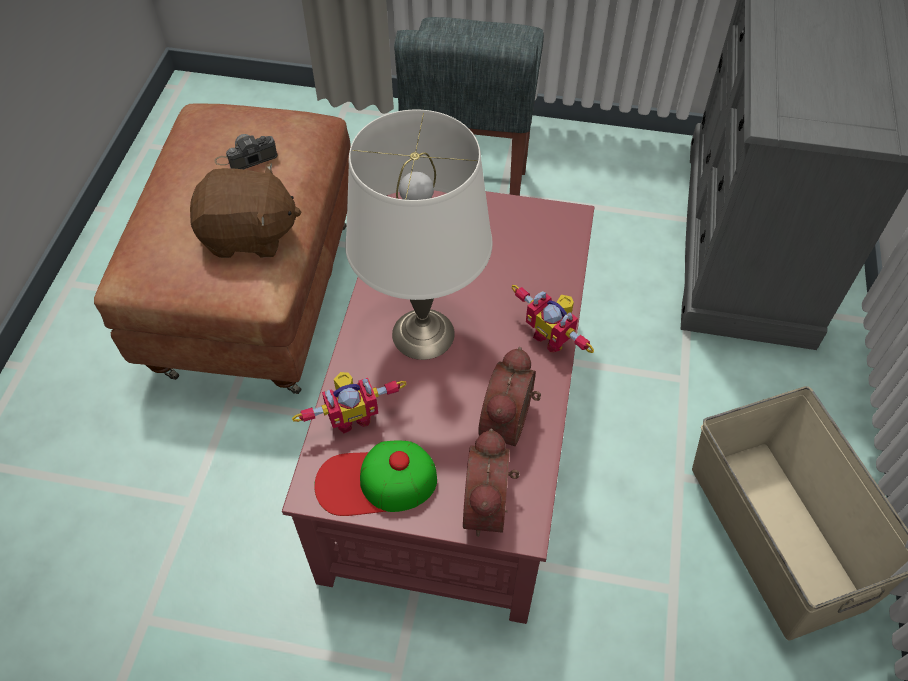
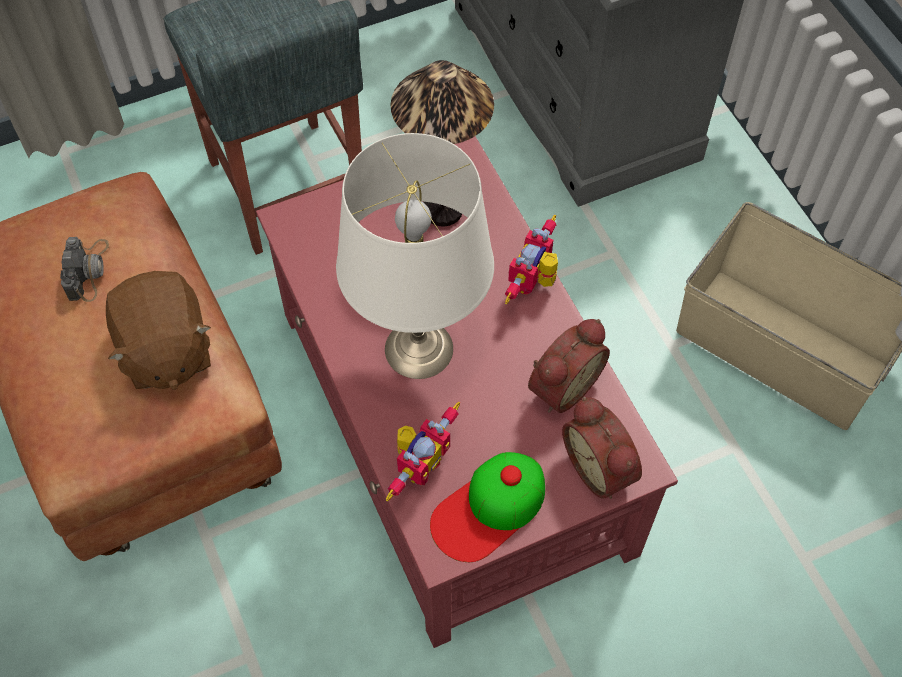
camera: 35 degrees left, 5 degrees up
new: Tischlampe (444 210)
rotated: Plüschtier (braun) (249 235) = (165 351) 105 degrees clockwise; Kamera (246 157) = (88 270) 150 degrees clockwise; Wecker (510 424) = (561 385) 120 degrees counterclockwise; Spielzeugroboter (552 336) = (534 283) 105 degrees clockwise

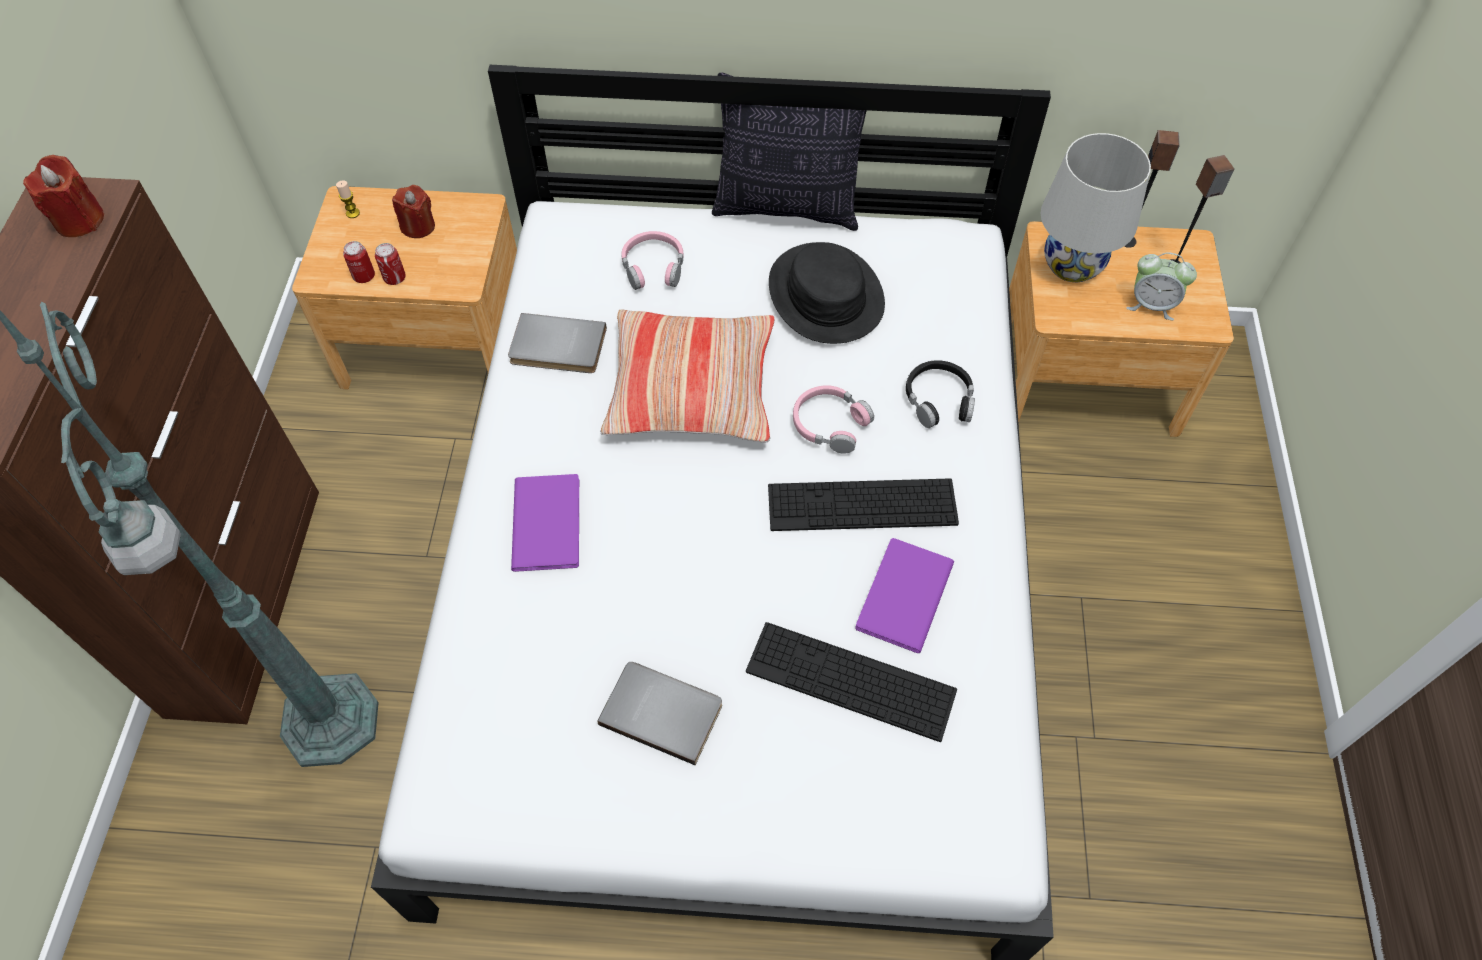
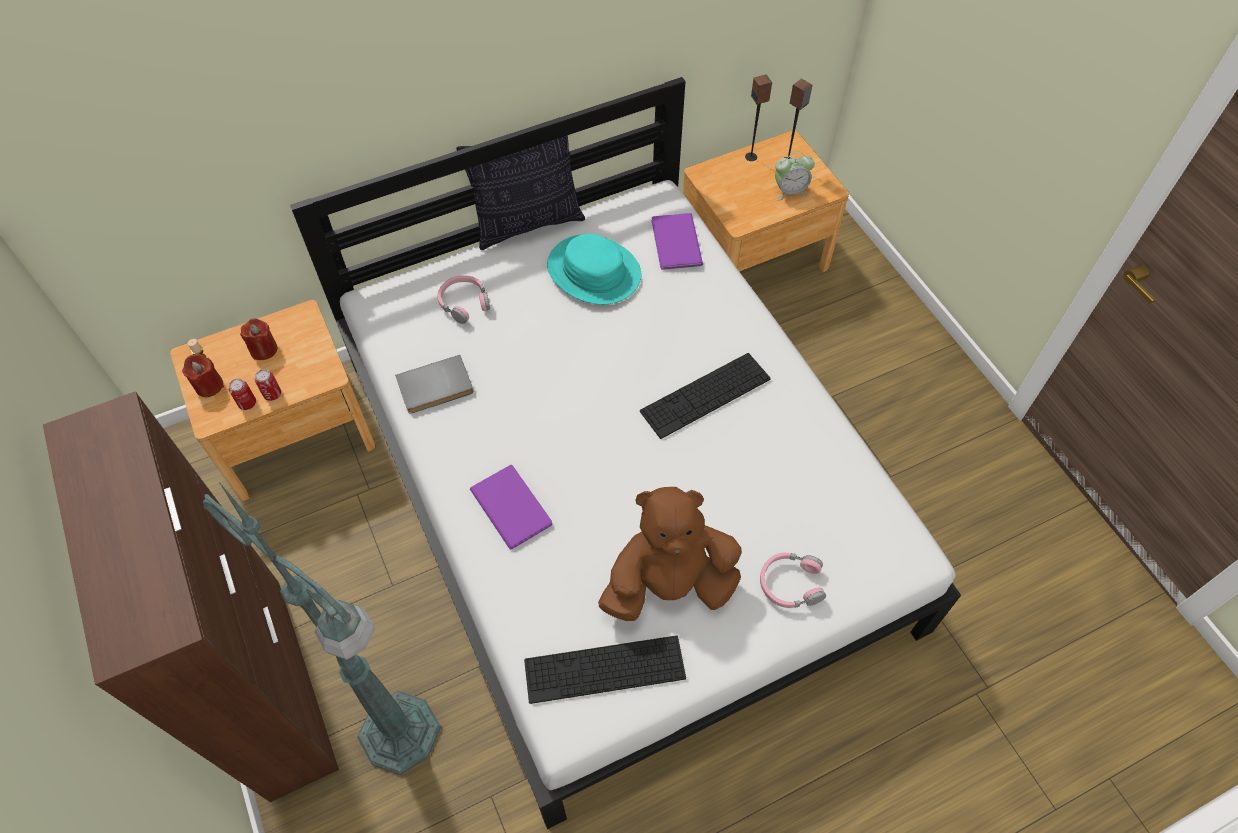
camera: 30 degrees left, 0 degrees up
gone: Kissen (691 388); Kopfhörer (schwarz) (939 399); Tischlampe (weiß) (1072 265)
shifted: Kerze (rot) (79 220) to (209 385); Tastatur (850 681) to (604 669); Kopfhörer (rosa) (829 424) to (790 584); Buch (lila) (900 597) to (674 244)
swapped: Buch (grau) (663 710) to Plüschtier (braun) (669 585)
repainted: Hut (schwarz) (825 295) to Hut (türkis) (593 271)

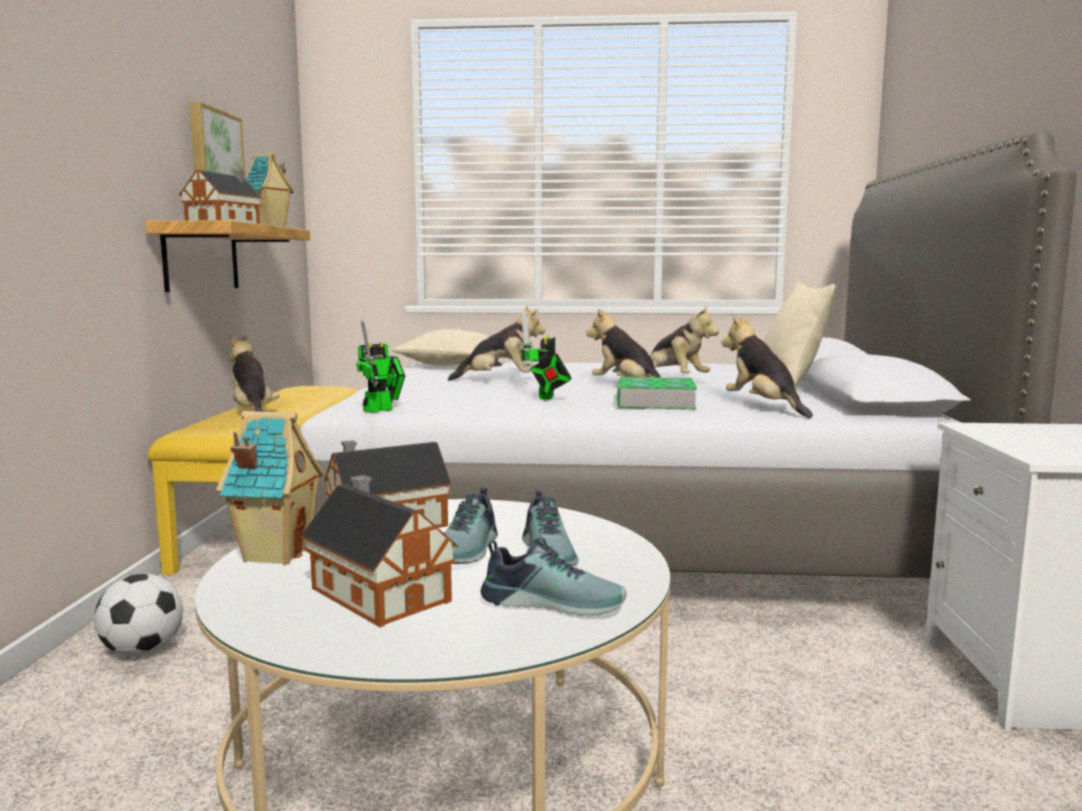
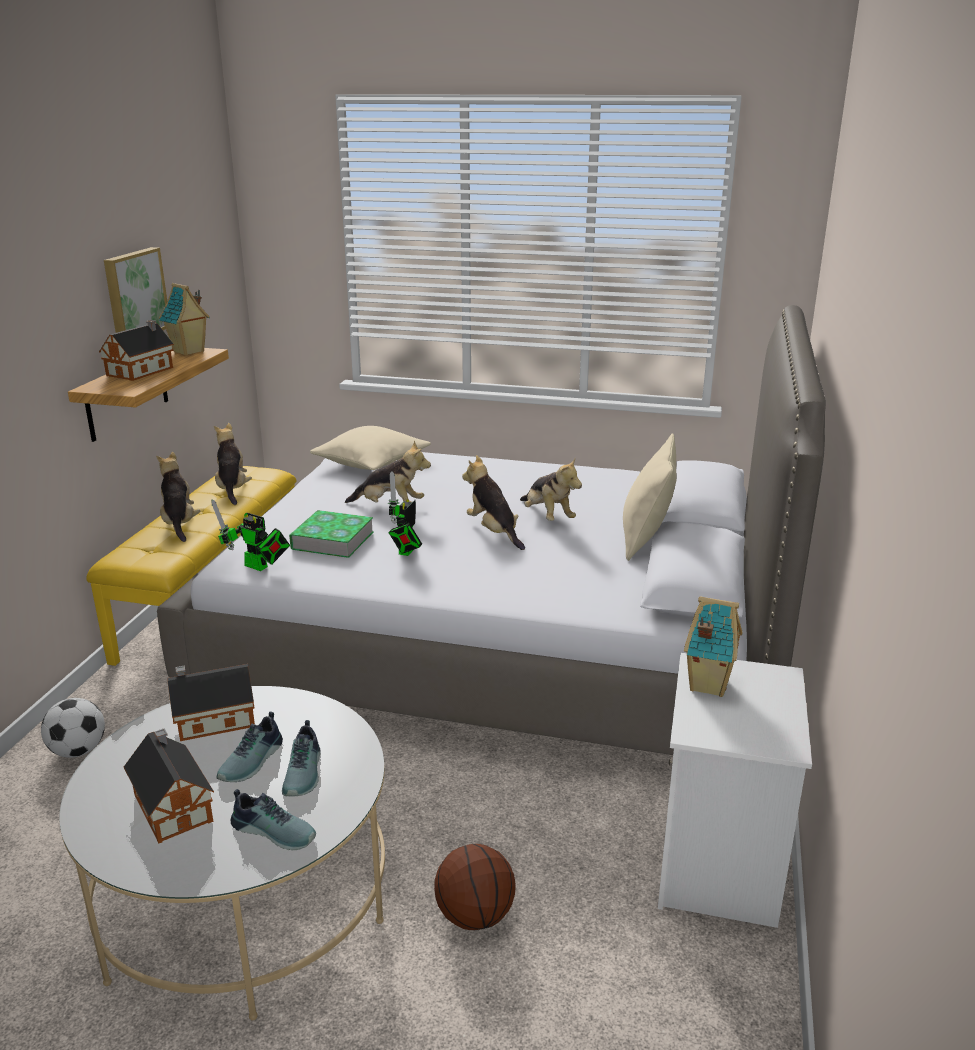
camera: 10 degrees right, 15 degrees up
new: Basketball (475 916)
shifted: Spielzeughaus (275 554) to (707 685); Buch (655 402) to (332 540); Plüschtier (763 407) to (232 489)
rotated: Spielzeugroboter (382 409) = (259 567) 60 degrees clockwise

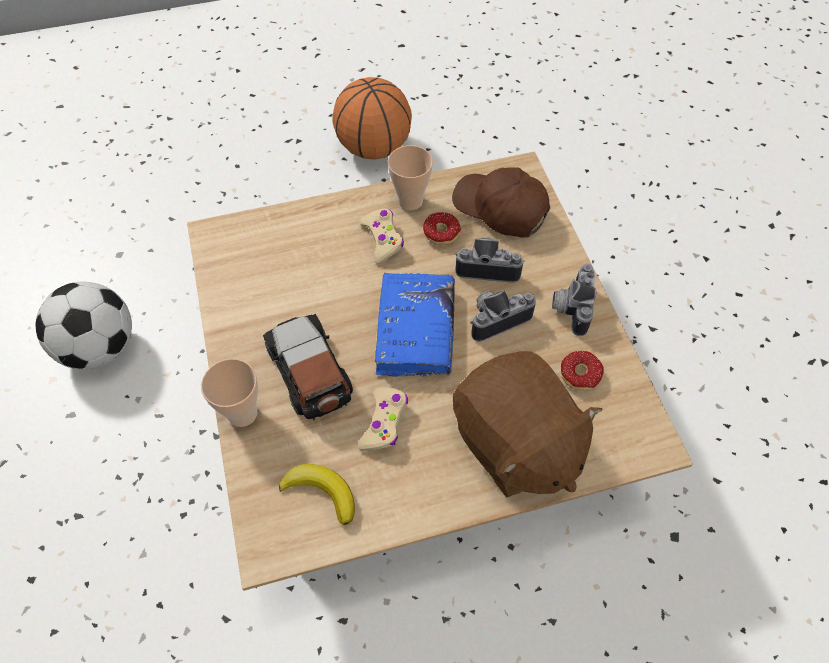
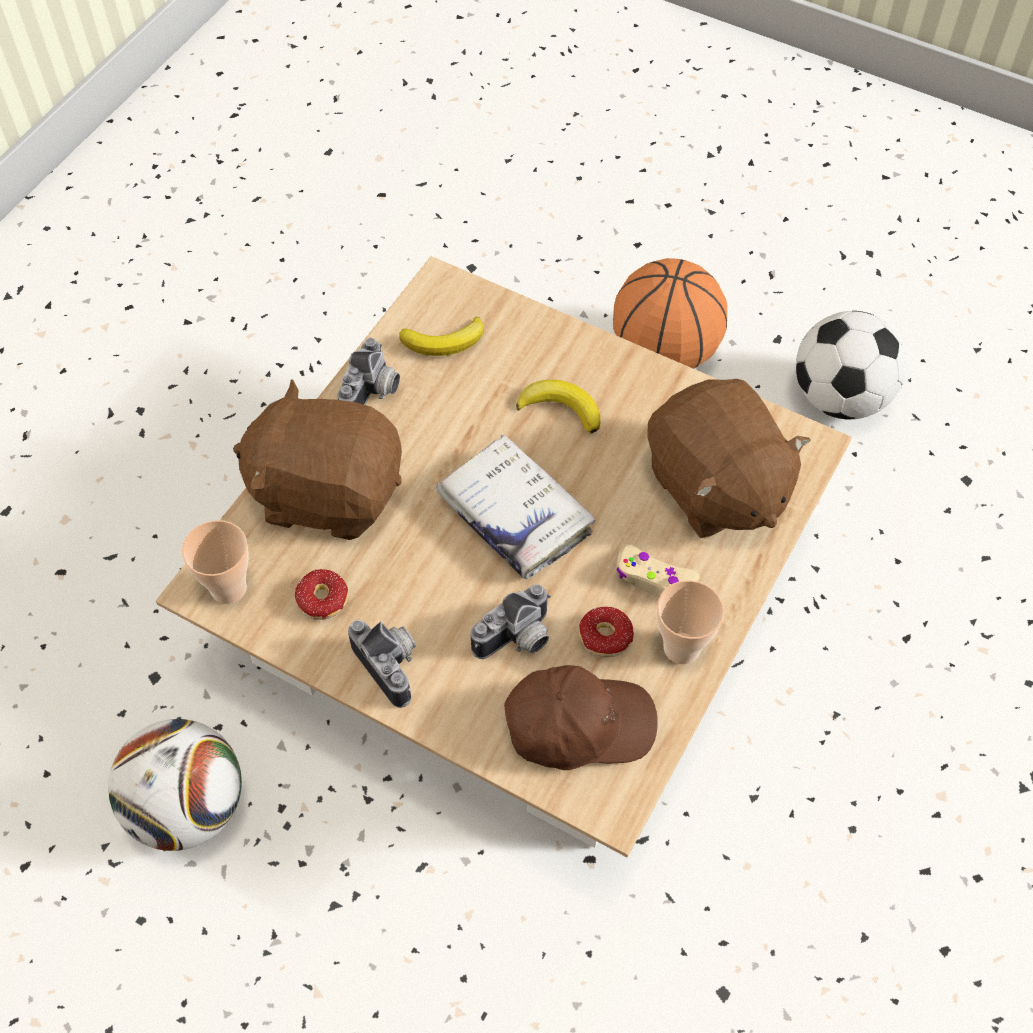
camera: 135 degrees right, 0 degrees up
gone: Gamepad (beige) (384 422)
new: Fußball (188 807); Plüschtier (braun) (715 487)
shifted: Tasse (242 413) to (228 588); Basketball (374 148) to (664 352); Kamera (496 317) to (373 394)
swapped: Spielzeugauto (309 372) to Banane (561 408)
repainted: Buch (blau) (415 331) to Buch (weiß) (514 515)

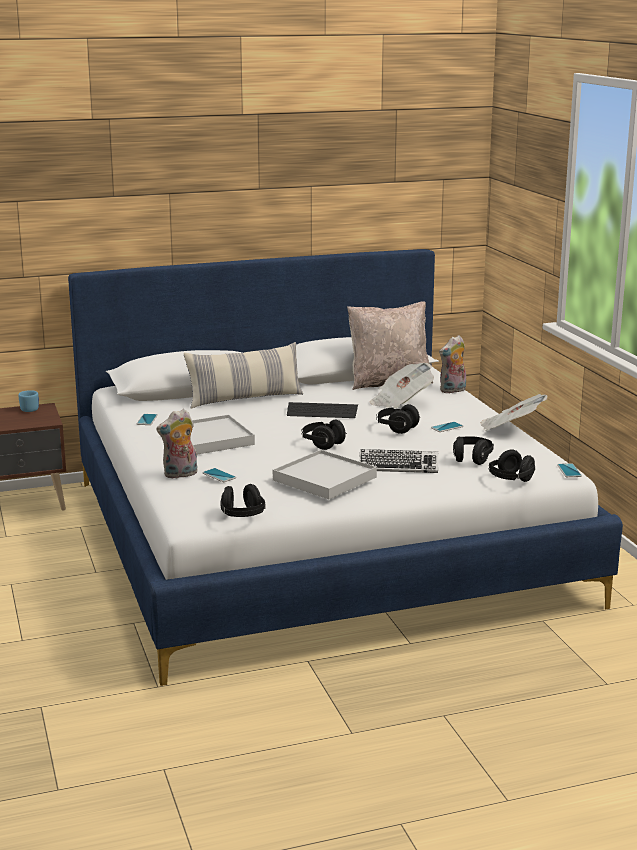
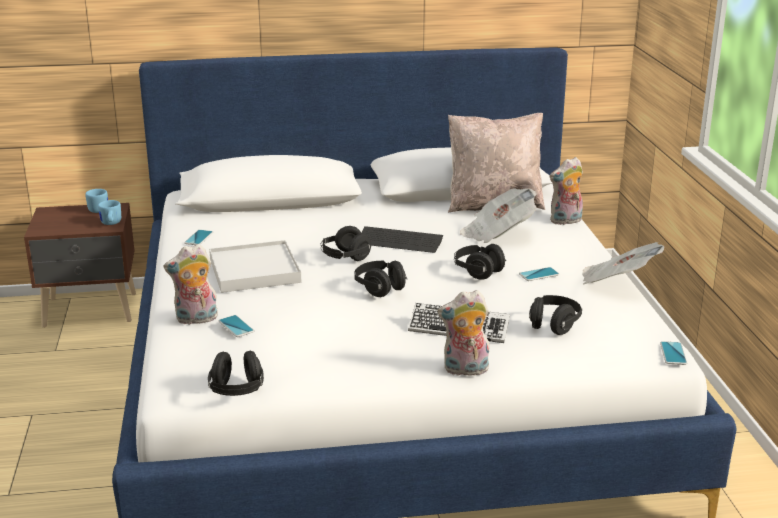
camera: 10 degrees right, 5 degrees up
gone: Kissen (245 399); Tablett (weiß) (325 479)
new: Henkelbecher (blau) (110 224); Plüschtier (465 370)
shifted: Kopfhörer (schwarz) (510 480) to (345 258)

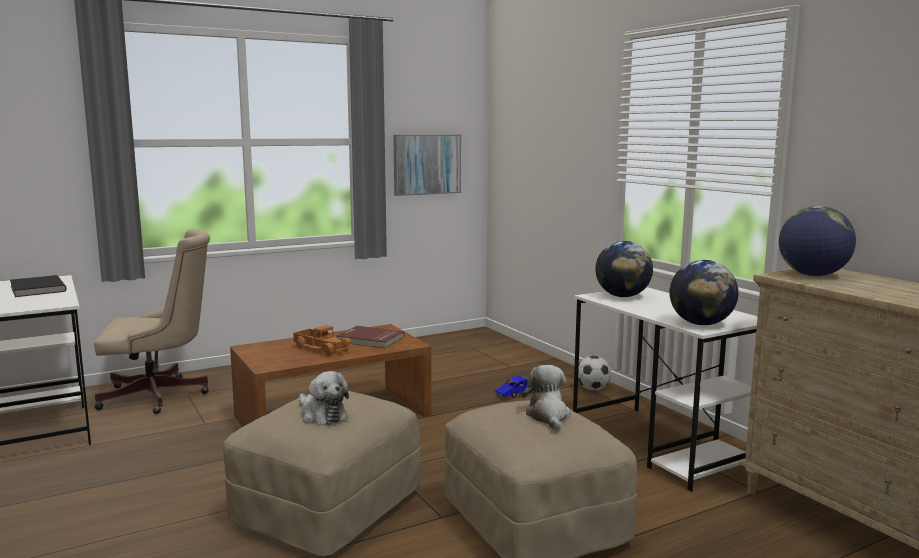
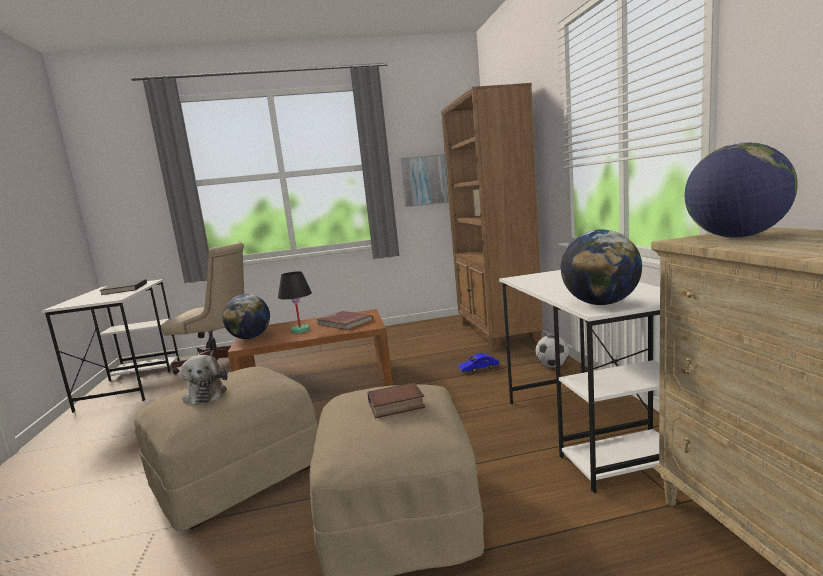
camera: 20 degrees right, 0 degrees up
new: Bücherregal (braun) (497 333)
shifted: Globus (622 296) to (250 337)
swapped: Spielzeuglaster (322 348) to Tischlampe (schwarz) (300 330); Plüschtier (548 416) to Buch (396 406)

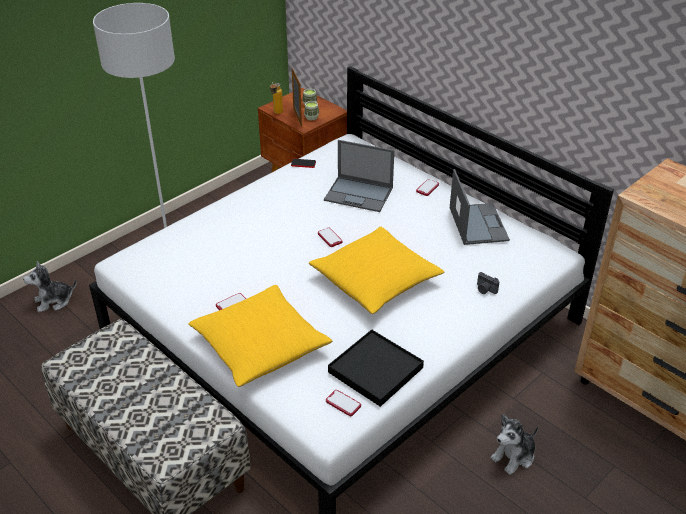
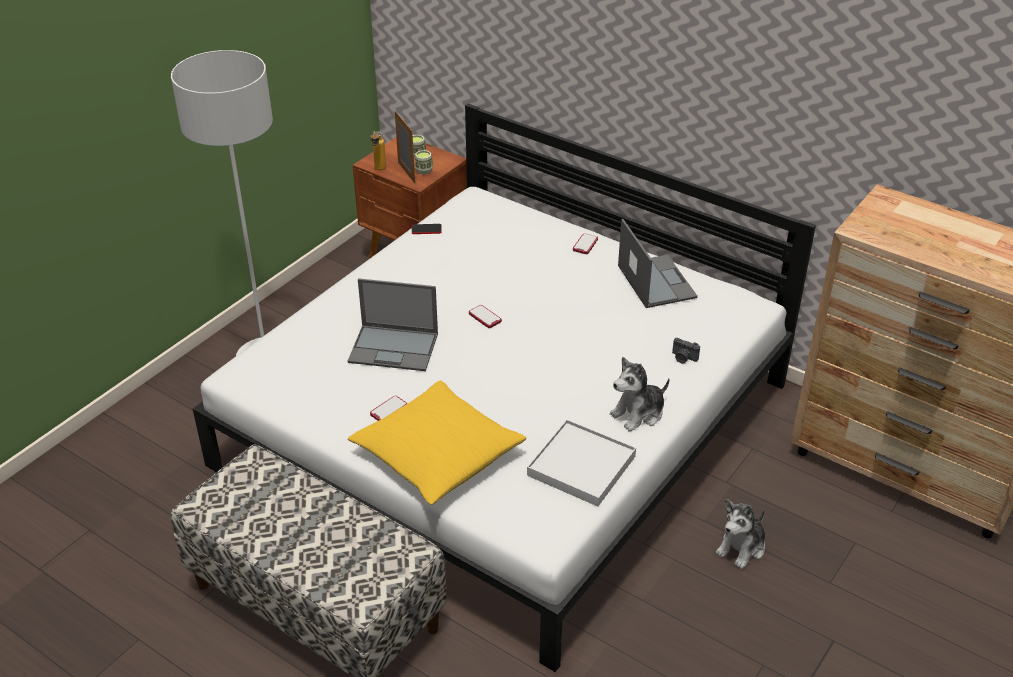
camera: 10 degrees left, 0 degrees up
gone: Kissen (gelb) (376 280); Handy (343 403)
shifted: Plüschtier (54 301) to (638 413); Laptop (359 194) to (394 348)
repainted: Tablett (schwarz) (375 370) to Tablett (weiß) (581 466)

